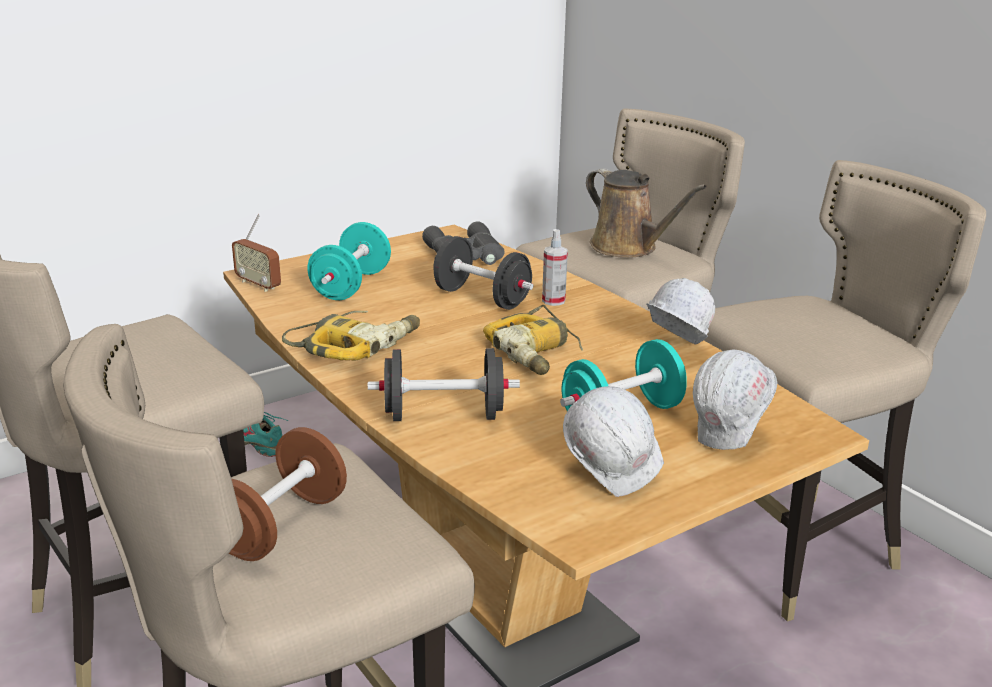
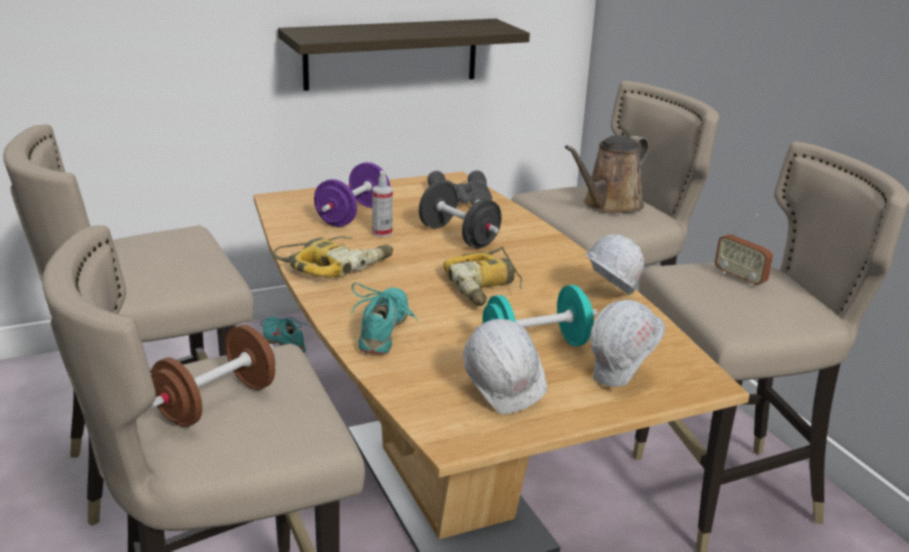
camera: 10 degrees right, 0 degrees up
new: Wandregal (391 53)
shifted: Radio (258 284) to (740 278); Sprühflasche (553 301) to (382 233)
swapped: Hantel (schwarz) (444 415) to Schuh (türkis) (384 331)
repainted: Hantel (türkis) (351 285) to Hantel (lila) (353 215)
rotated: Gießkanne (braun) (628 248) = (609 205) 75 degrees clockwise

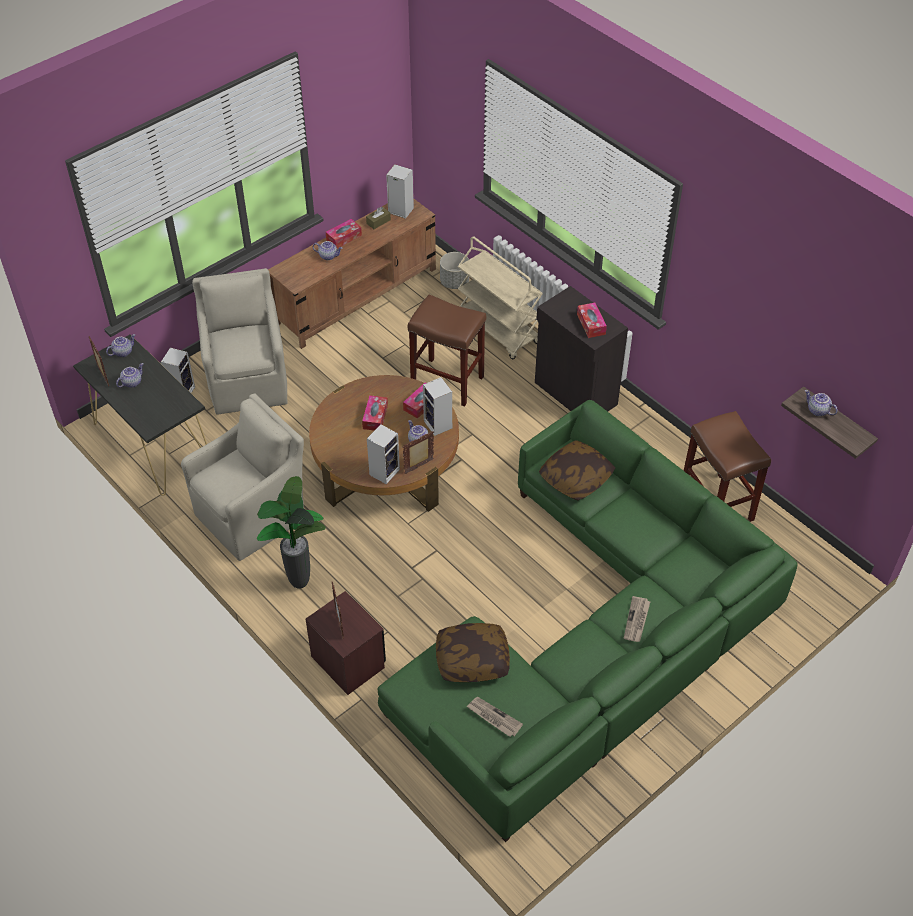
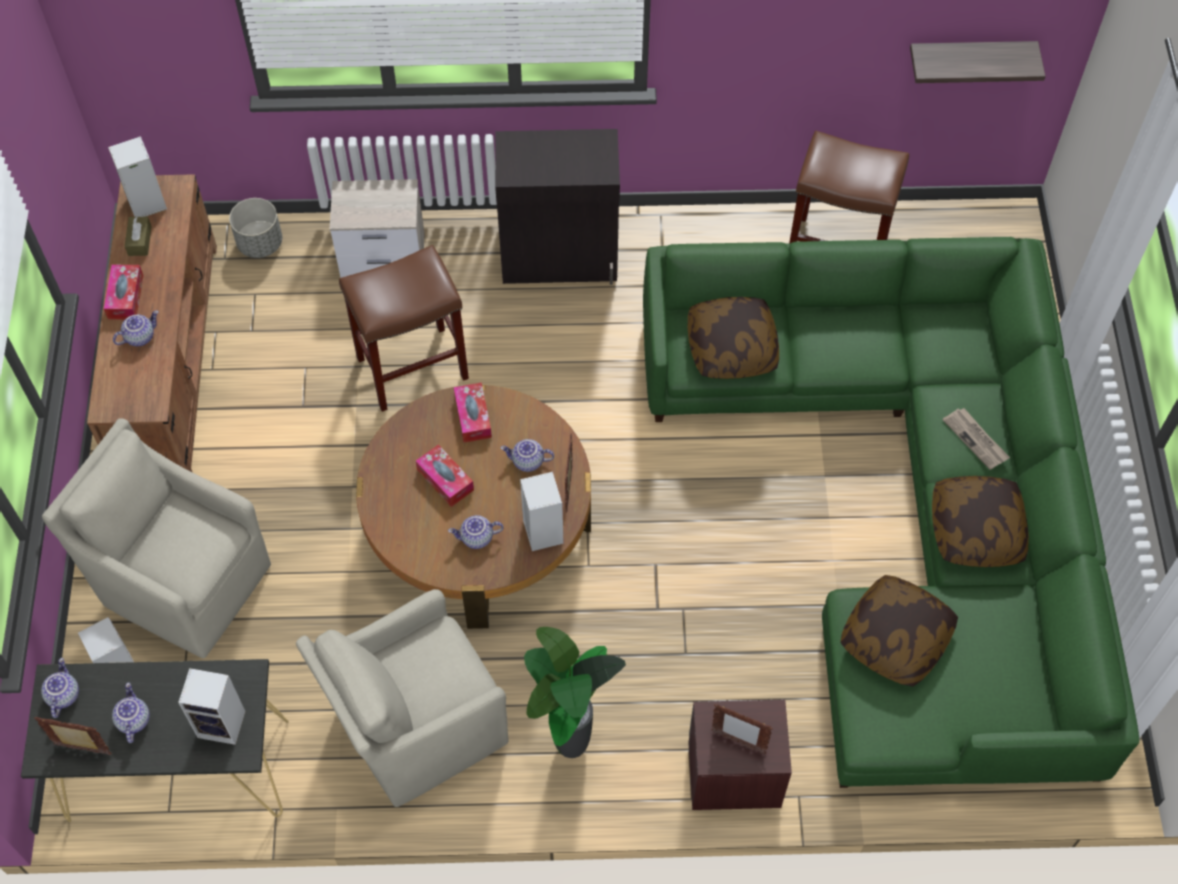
camera: 50 degrees left, 10 degrees up
gone: Zeitung (493 717); Taschentuchbox (591 324)
new: Kissen (976 530)
shifted: Lautsprecher (439 425) to (224 724); Teekanne (817 410) to (476 538)
swapped: Rollwagen (beige) (498 329) to Nachttisch (384 257)
rotated: Sessel (beige) (253 515) = (416 727) 120 degrees counterclockwise

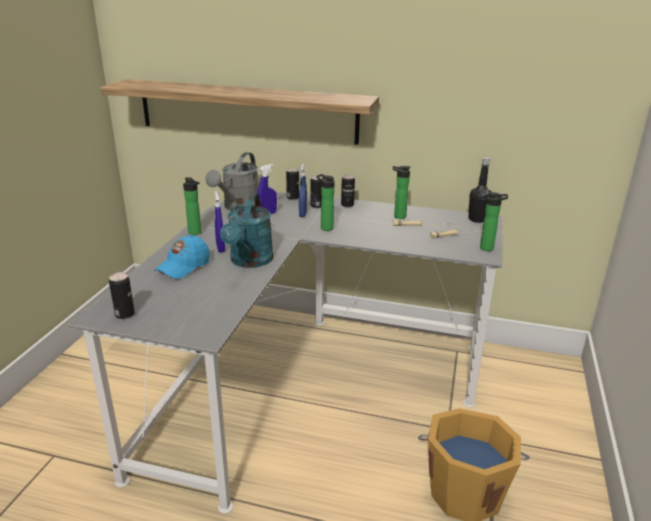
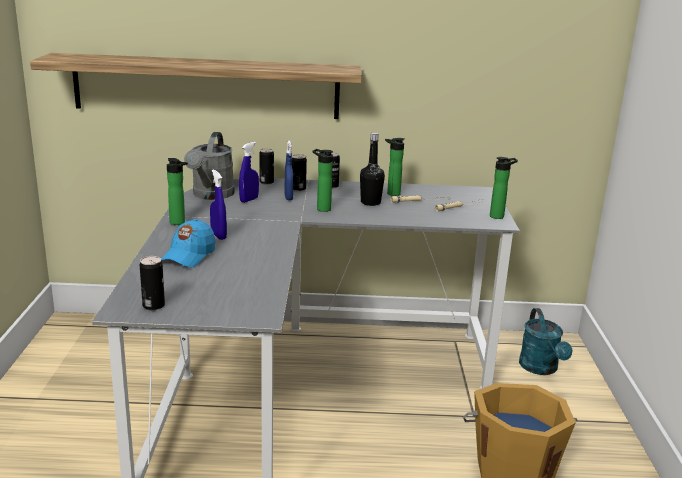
camera: 15 degrees left, 5 degrees down
shifted: Gießkanne (türkis) (249 261) to (541 369); Flasche (schwarz) (477 219) to (370 202)

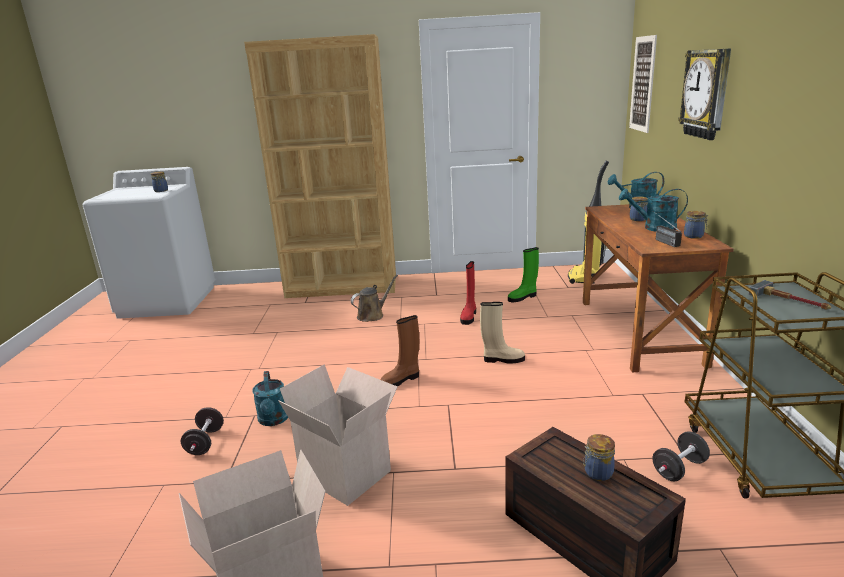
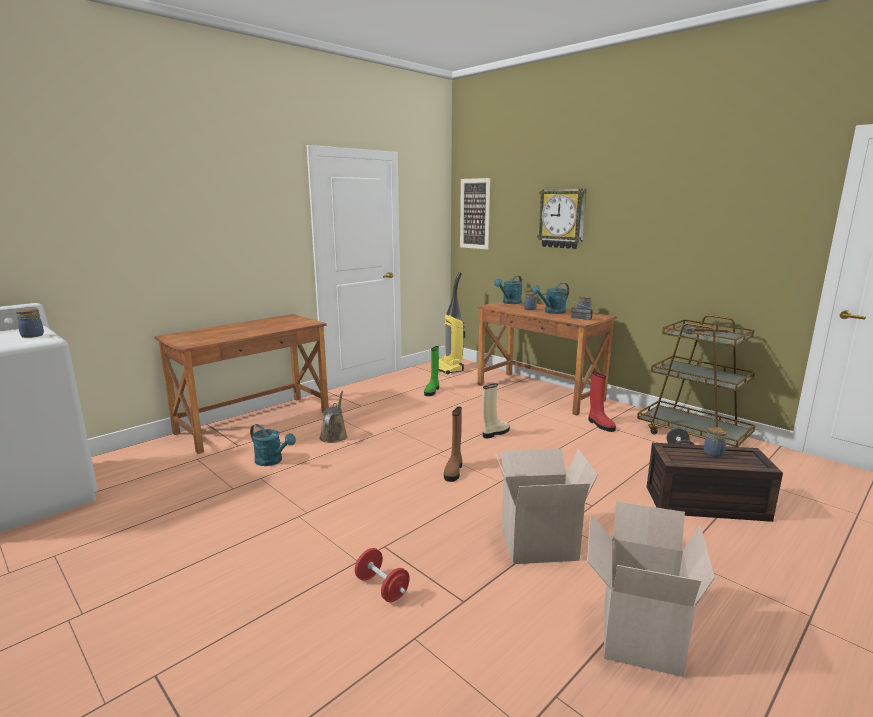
camera: 45 degrees left, 5 degrees down
shifted: Gießkanne (türkis) (274 420) to (272 461); Stiefel (rot) (469 316) to (600 425)
swapped: Bücherregal (braun) (342 287) to Schreibtisch (braun) (254 422)
repainted: Hantel (schwarz) (205 442) to Hantel (rot) (382 588)

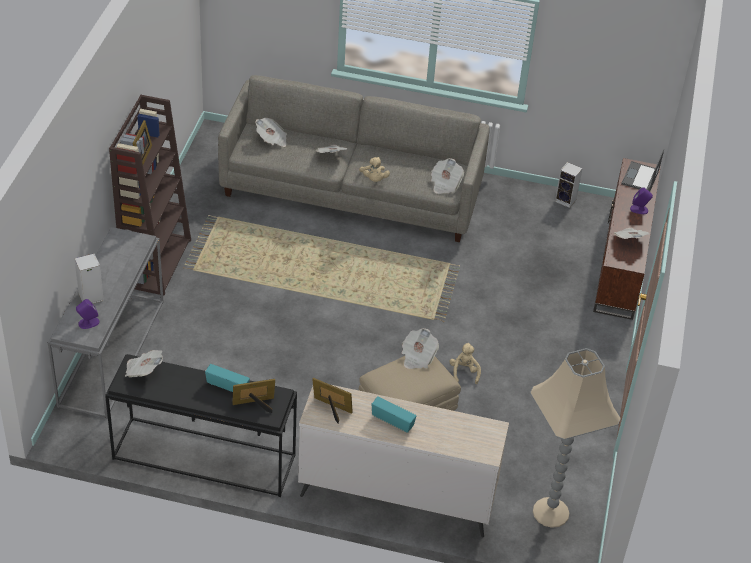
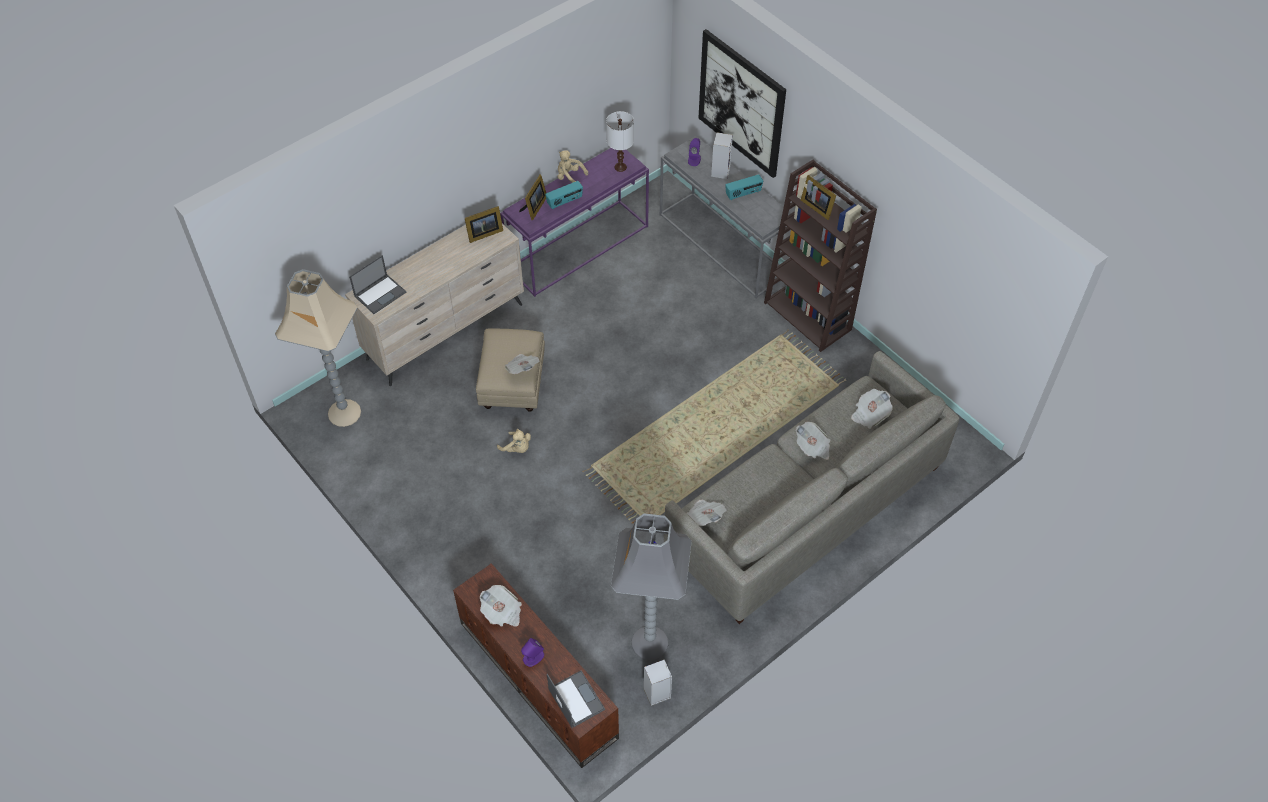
camera: 130 degrees right, 10 degrees up
new: Laptop (380 294); Stehlampe (grau) (649 643); Bild (741 103)
shifted: Plüschtier (beige) (374 179) to (570 177); Radio (393 421) to (743 194)
swapped: Zeitung (143 370) to Tischlampe (weiß) (620 167)
repainted: Konsolentisch (schwarz) (202 458) to Konsolentisch (lila) (578 247)

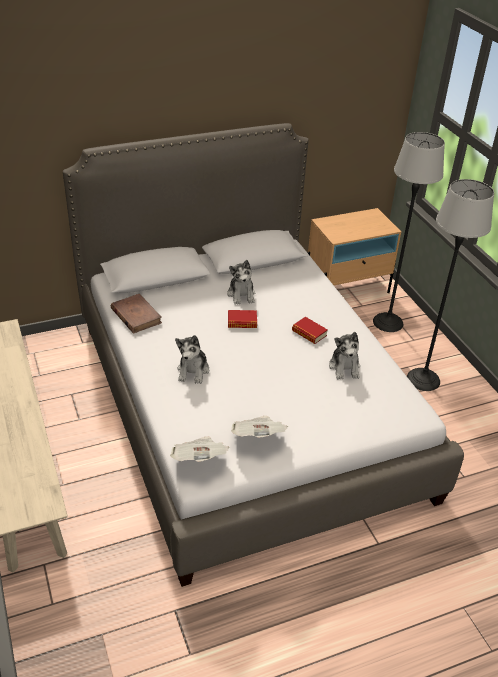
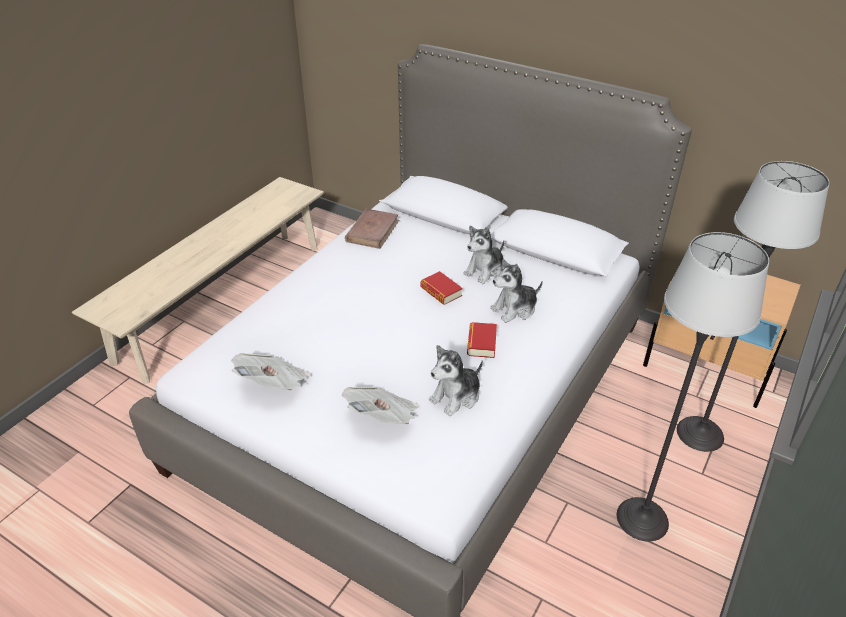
camera: 55 degrees right, 0 degrees up
shifted: Zeitung (199 460) to (383 418); Plüschtier (193 371) to (515 309)

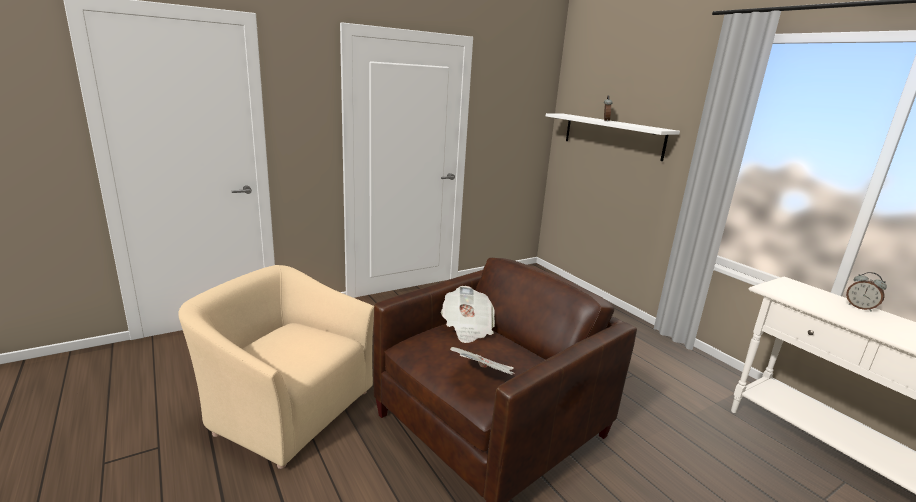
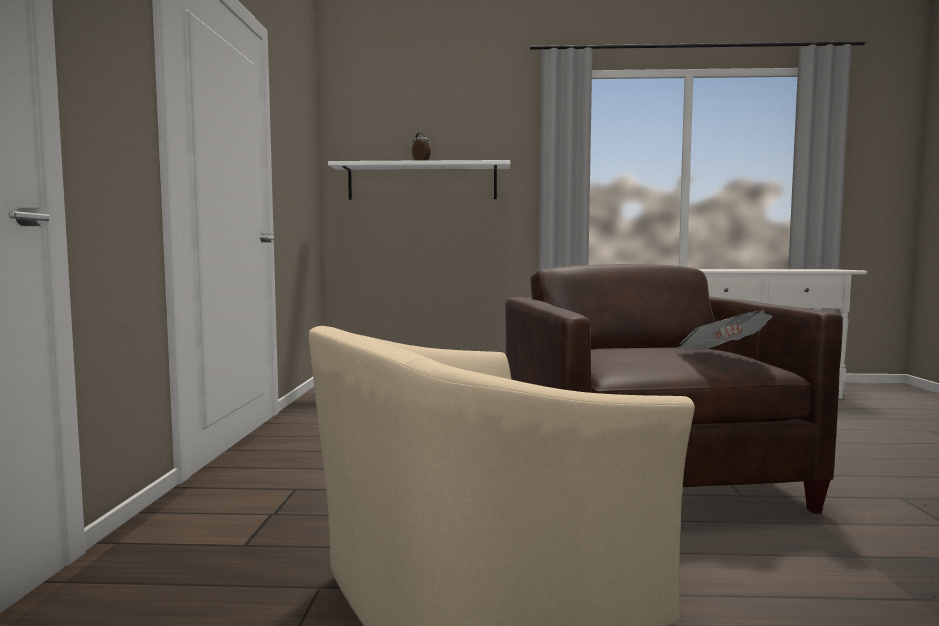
camera: 55 degrees left, 15 degrees down
gone: Zeitung (467 328); Wecker (860 307)

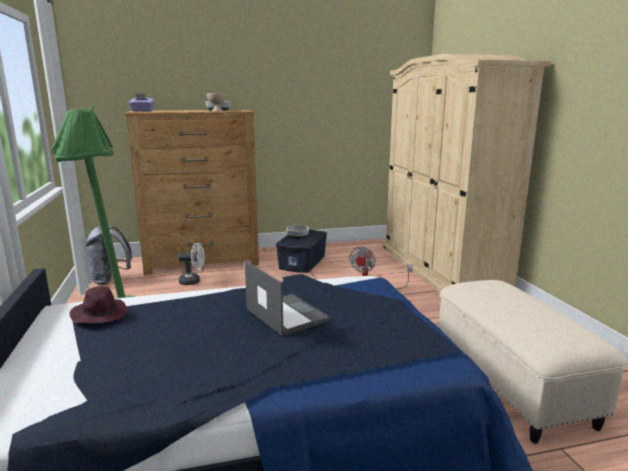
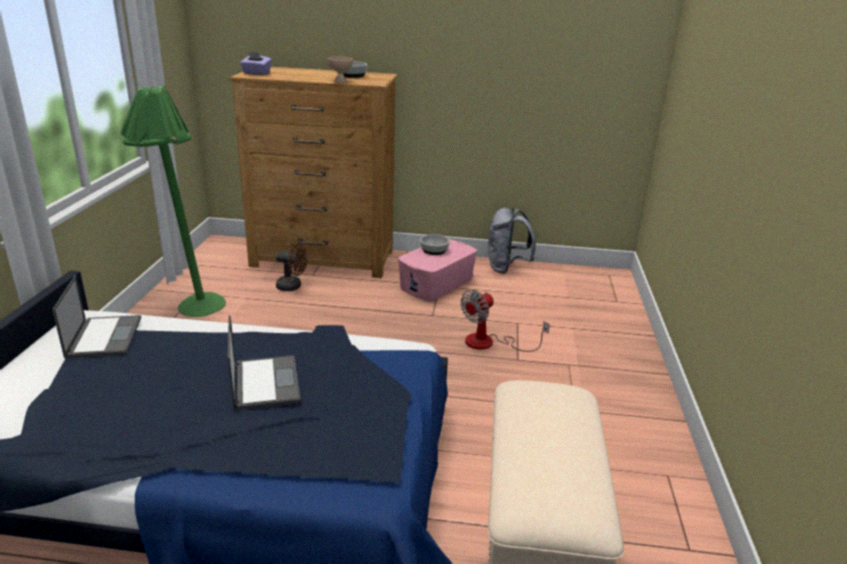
camera: 20 degrees right, 10 degrees up
gone: Kleiderschrank (beige) (441 269)
shifted: Rucksack (grau) (110 280) to (506 268)
swapped: Hut (lila) (100 315) to Laptop (104 336)
repainted: Ventilator (weiß) (193 281) to Ventilator (braun) (293 287); Aufbewahrungsbox (blau) (303 262) to Aufbewahrungsbox (rosa) (437 284)

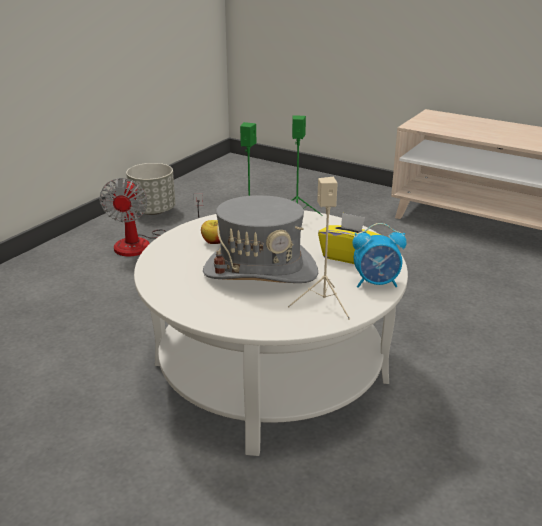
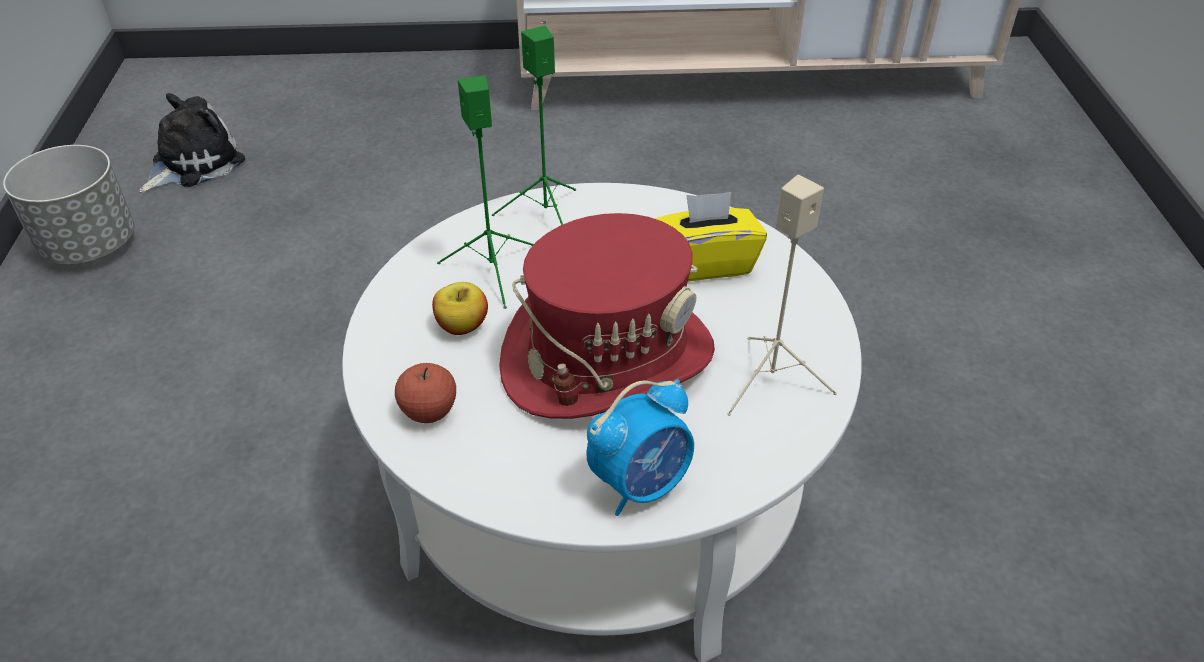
camera: 35 degrees left, 15 degrees up
gone: Ventilator (144 244)
new: Plüschtier (193 163); Apfel (429 412)
shifted: Wecker (376 283) to (641 484)
repainted: Hut (grau) (260 271) to Hut (rot) (607 358)

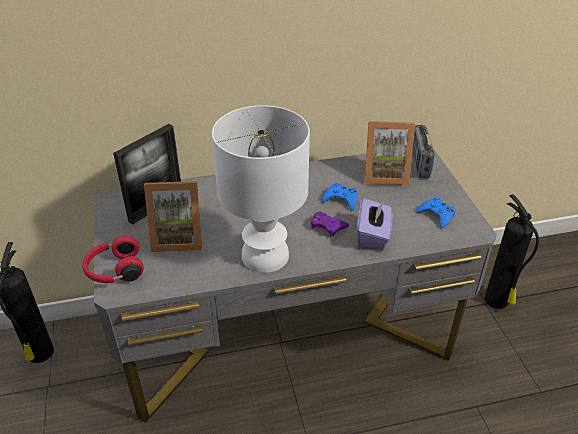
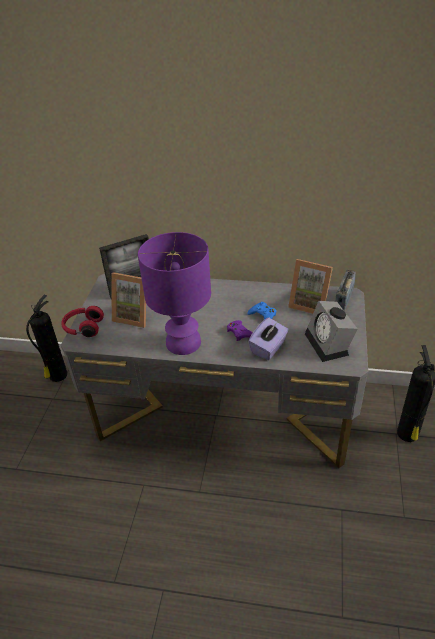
camera: 25 degrees right, 0 degrees up
swapped: Gamepad (blau) (437 215) to Wecker (329 344)
repainted: Tischlampe (weiß) (264 255) to Tischlampe (lila) (183 342)

